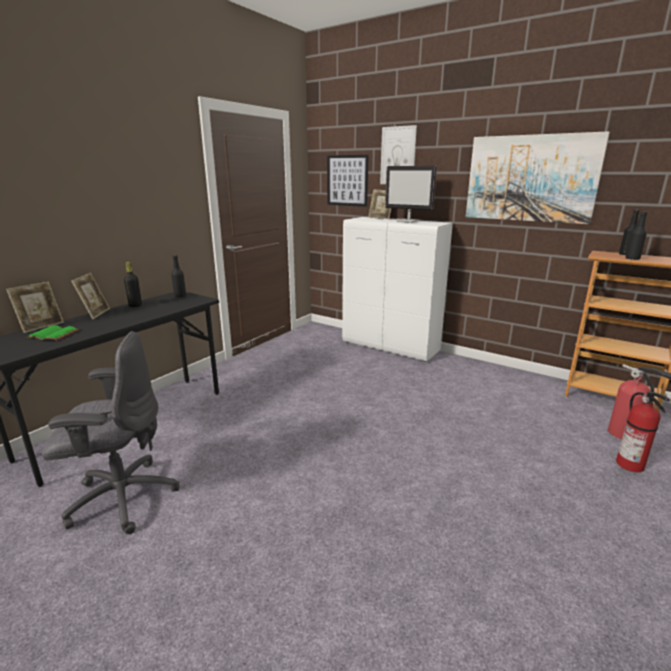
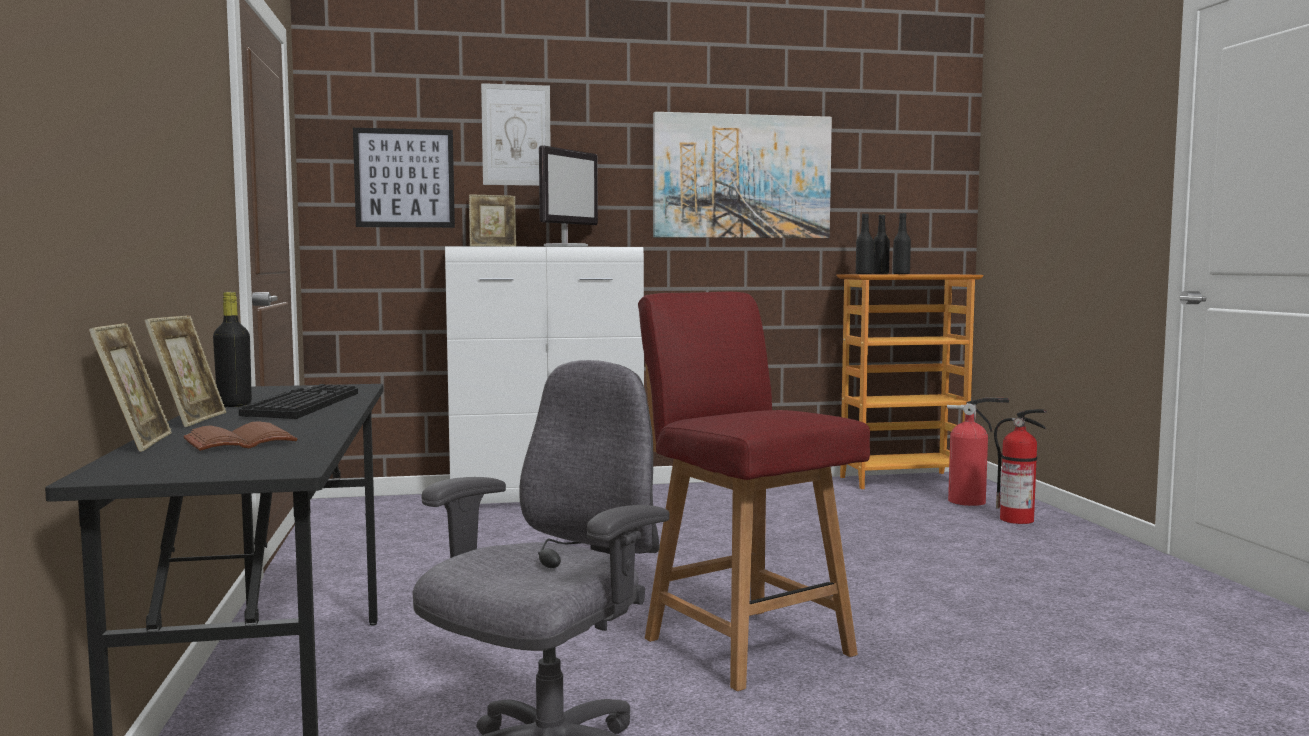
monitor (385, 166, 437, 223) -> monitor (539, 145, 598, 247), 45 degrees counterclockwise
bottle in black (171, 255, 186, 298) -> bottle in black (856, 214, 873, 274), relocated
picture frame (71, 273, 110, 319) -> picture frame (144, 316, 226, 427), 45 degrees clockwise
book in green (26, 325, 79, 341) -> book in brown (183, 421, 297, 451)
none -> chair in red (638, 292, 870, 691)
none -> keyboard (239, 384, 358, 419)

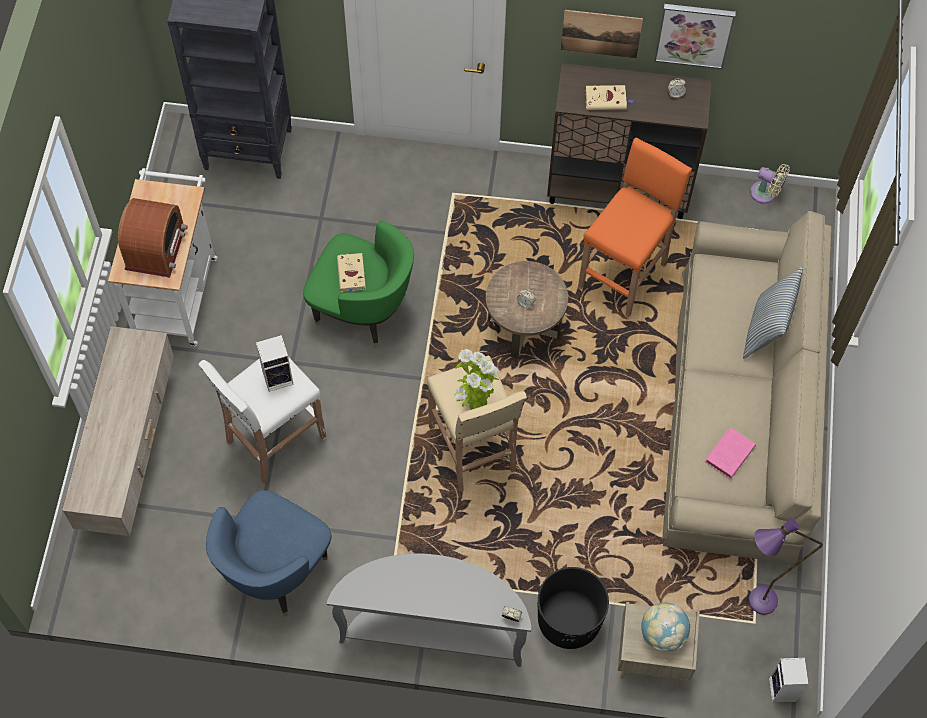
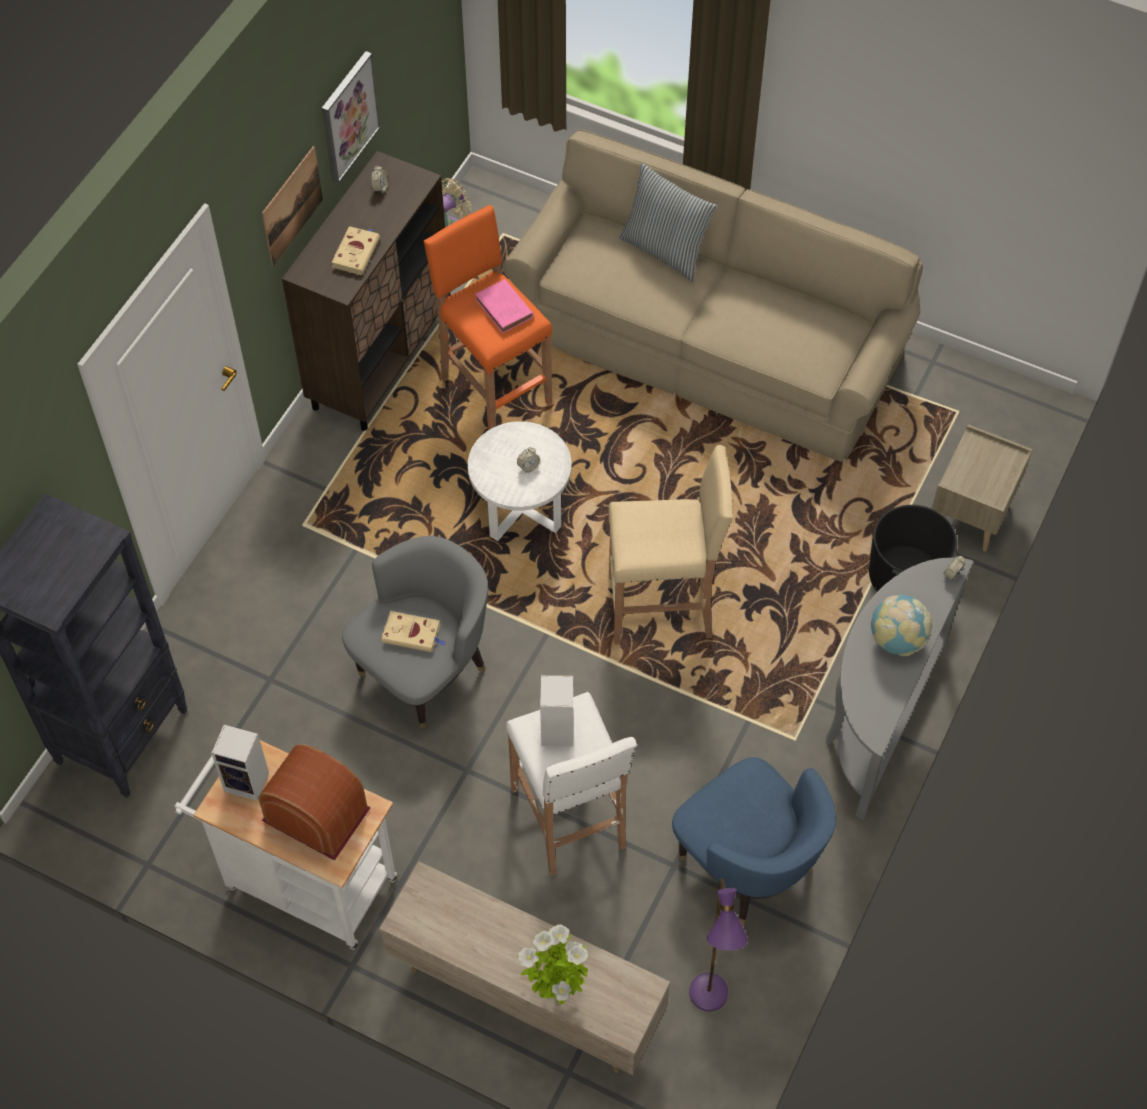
armchair in green (303, 221, 414, 348) -> armchair in grey (342, 536, 488, 728)
side table in brown (486, 261, 568, 359) -> side table in white (468, 421, 571, 541)
potted plant (455, 349, 499, 410) -> potted plant (517, 925, 589, 1005), relocated
book in pink (705, 427, 756, 479) -> book in pink (475, 279, 533, 333), relocated
floor lamp in purple (749, 517, 823, 615) -> floor lamp in purple (689, 878, 748, 1011), relocated
globe (641, 603, 691, 652) -> globe (870, 595, 933, 656), relocated
speaker (769, 658, 808, 703) -> speaker (211, 724, 269, 801), relocated

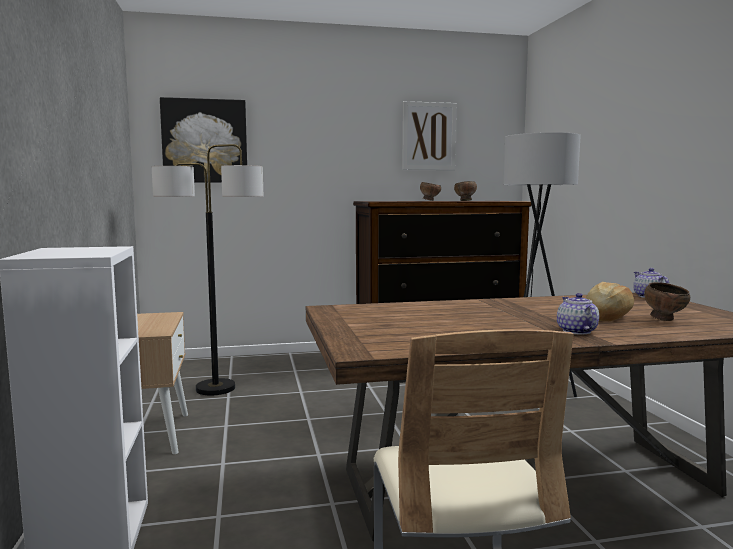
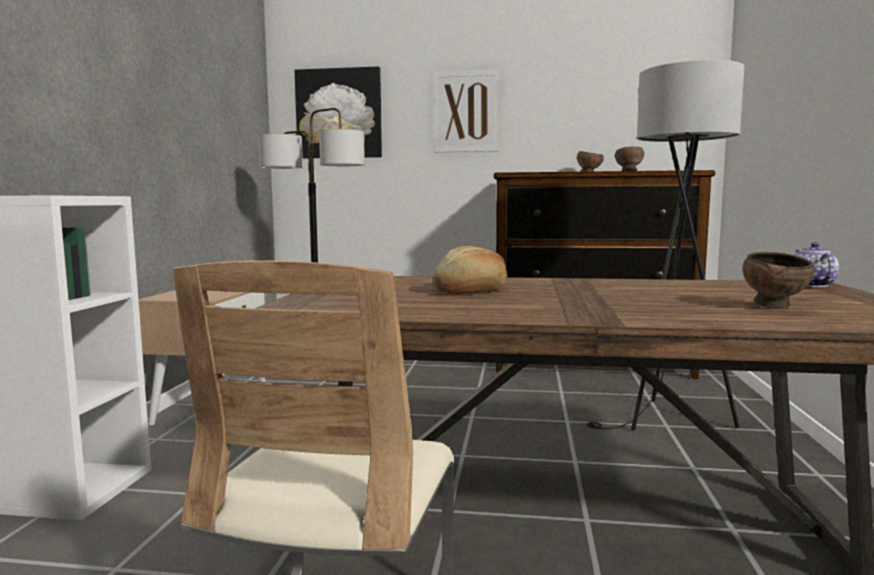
picture (402, 101, 456, 170) -> picture (434, 70, 499, 152), relocated
bread (586, 282, 634, 321) -> bread (432, 246, 507, 295), relocated
teapot (557, 293, 599, 334) -> none

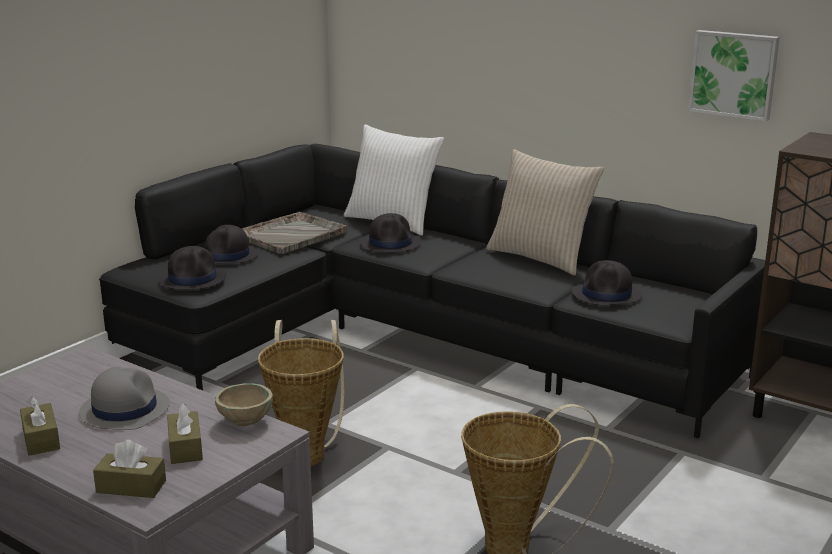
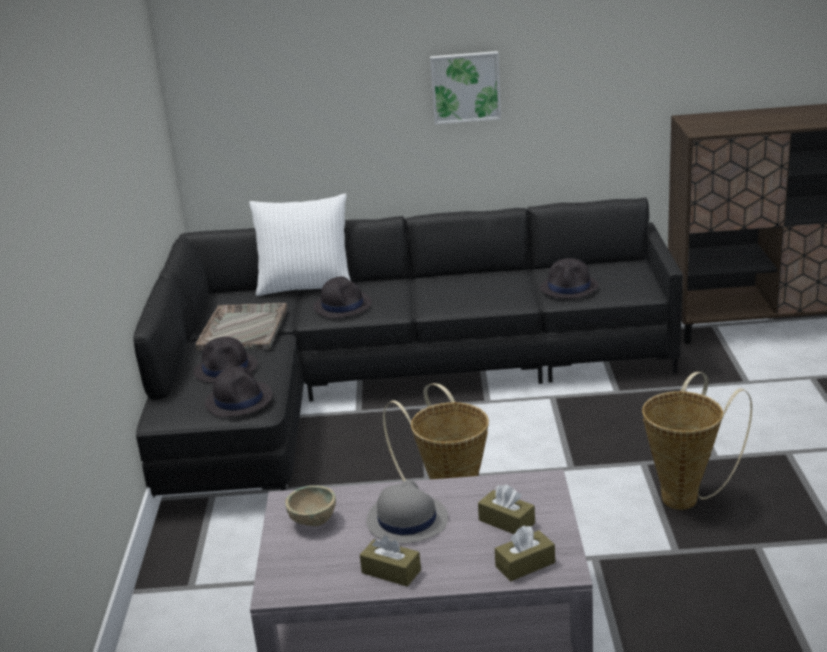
picture (688, 30, 780, 121) -> picture (430, 51, 501, 124), relocated
pillow in beige (486, 149, 604, 276) -> none
bowl in beige (215, 383, 273, 426) -> bowl in beige (285, 485, 336, 526), relocated

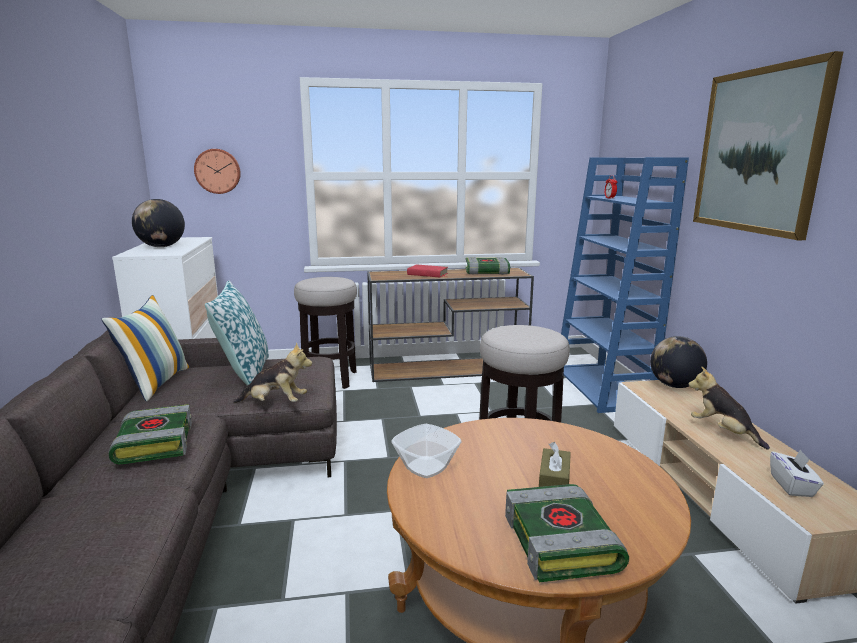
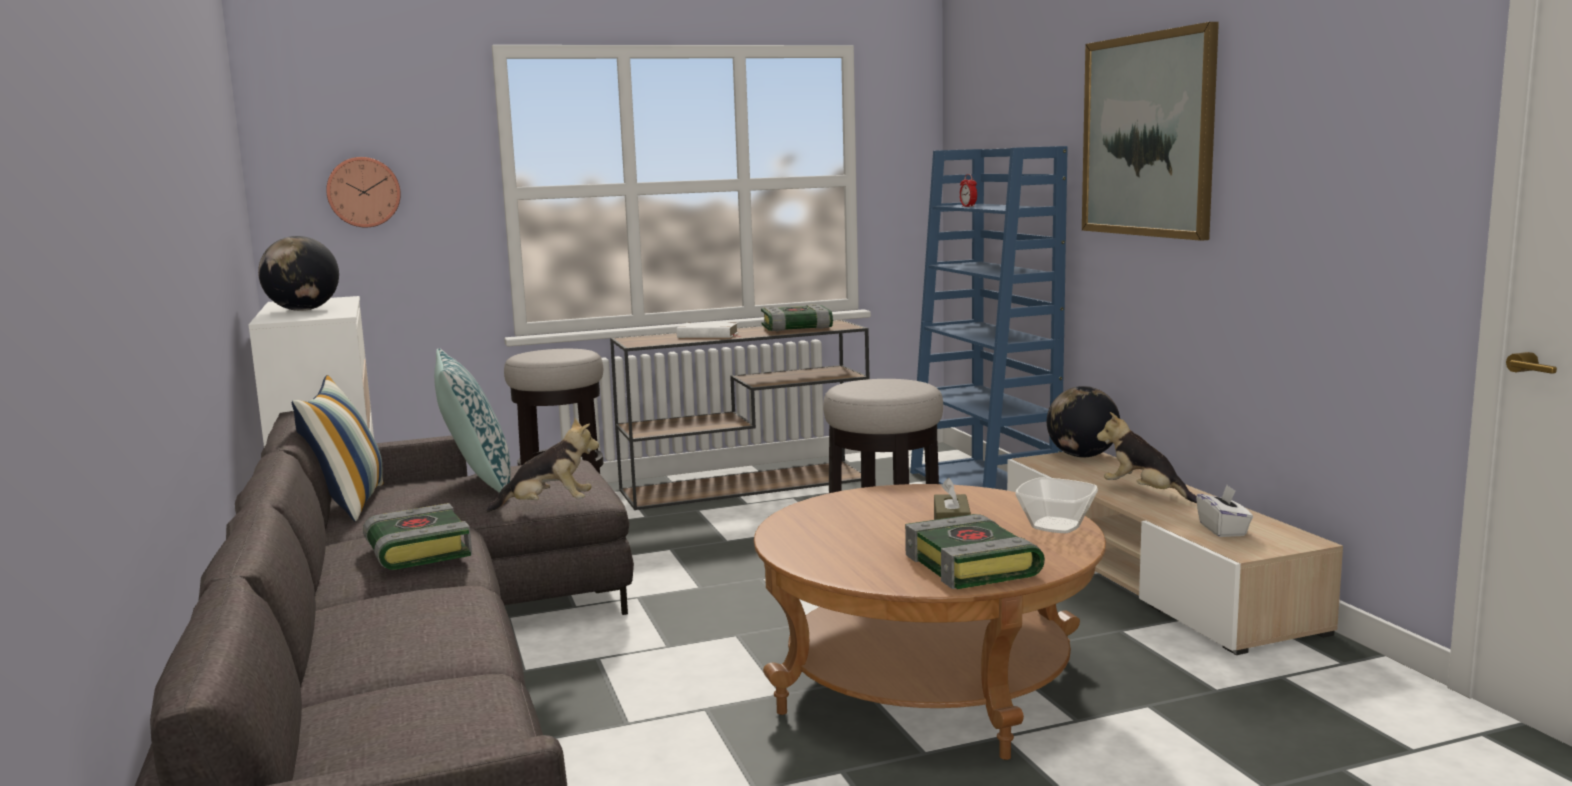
book in red (407, 264, 448, 278) -> book in white (677, 323, 742, 338)
bowl (391, 424, 461, 478) -> bowl (1015, 478, 1098, 533), relocated

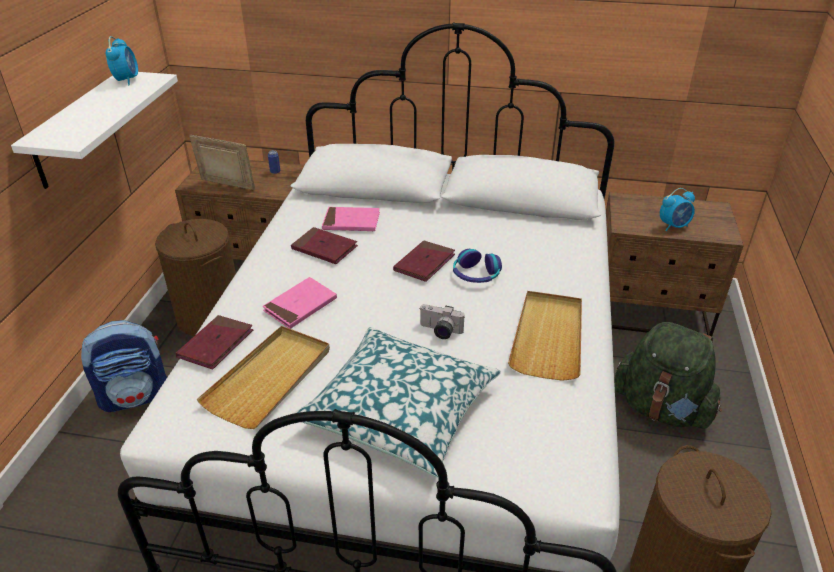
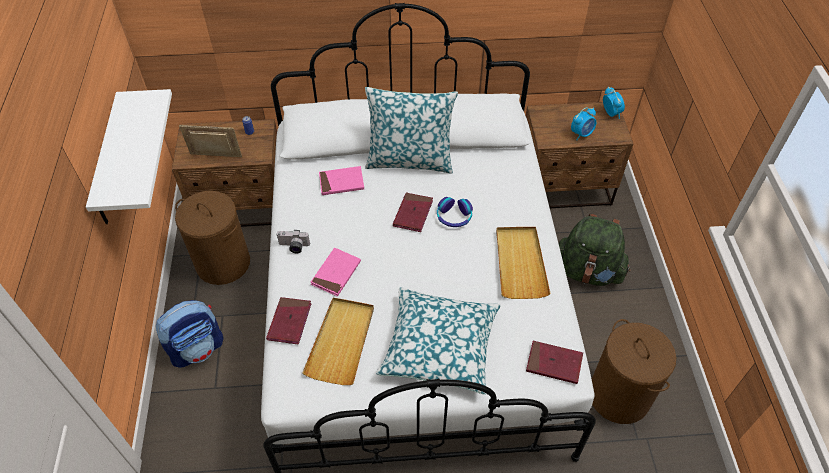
alarm clock (106, 36, 138, 85) -> alarm clock (603, 87, 625, 119), relocated
book in red (291, 227, 358, 264) -> book in red (526, 341, 583, 384), relocated
photo camera (420, 304, 465, 339) -> photo camera (277, 230, 310, 253), relocated
none -> pillow (365, 87, 458, 174)

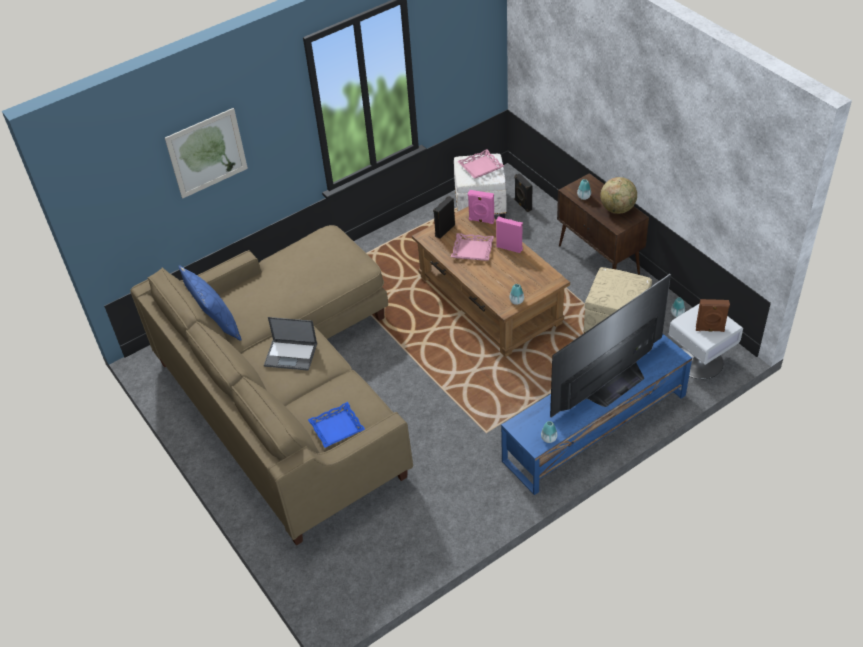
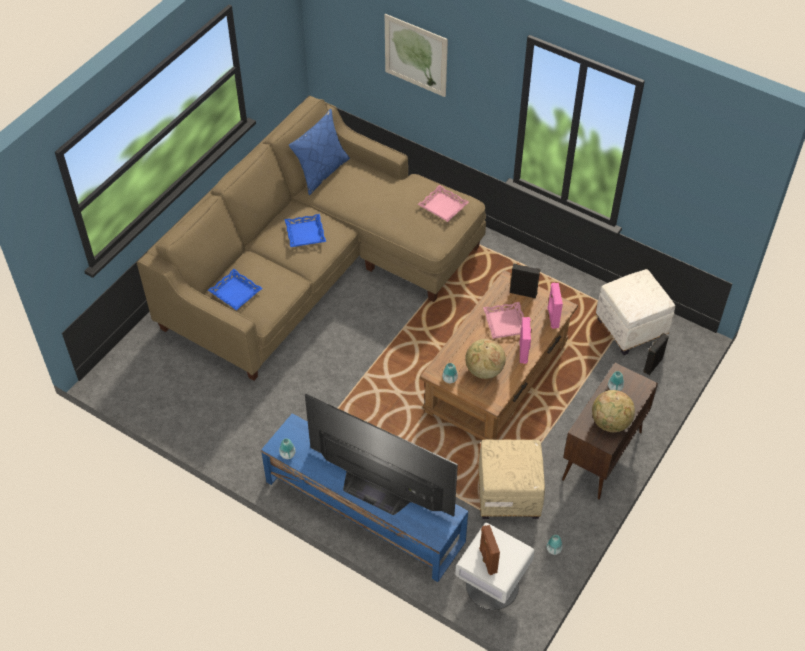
tray in pink (458, 149, 504, 179) -> tray in pink (417, 185, 469, 222), relocated
laptop (264, 317, 317, 371) -> tray in blue (285, 214, 326, 247)
none -> globe (465, 339, 506, 379)

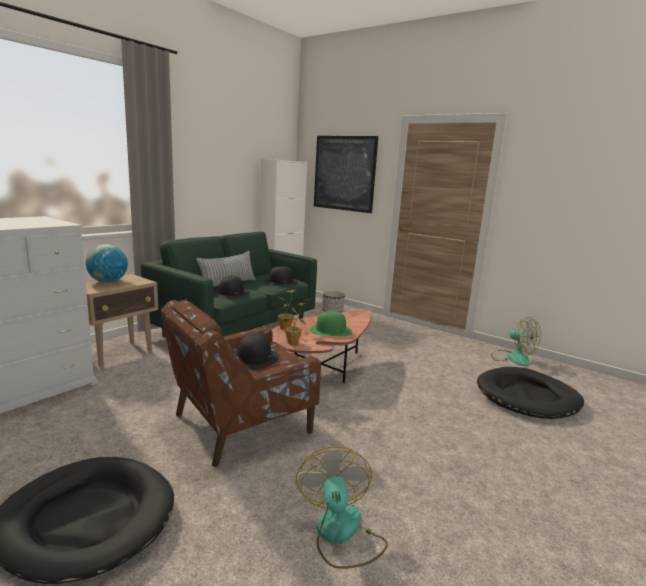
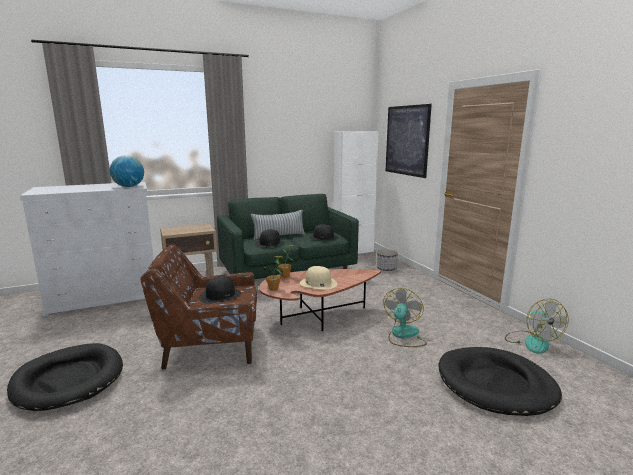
globe (86, 244, 128, 283) -> globe (110, 155, 144, 187), relocated
hat in green (310, 311, 352, 336) -> hat in beige (300, 266, 337, 289)
fan (296, 447, 388, 569) -> fan (383, 288, 427, 347), relocated

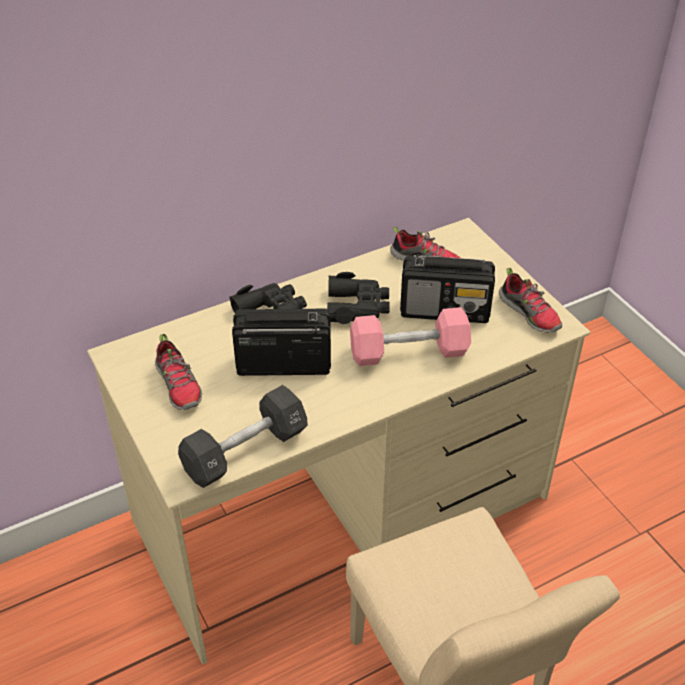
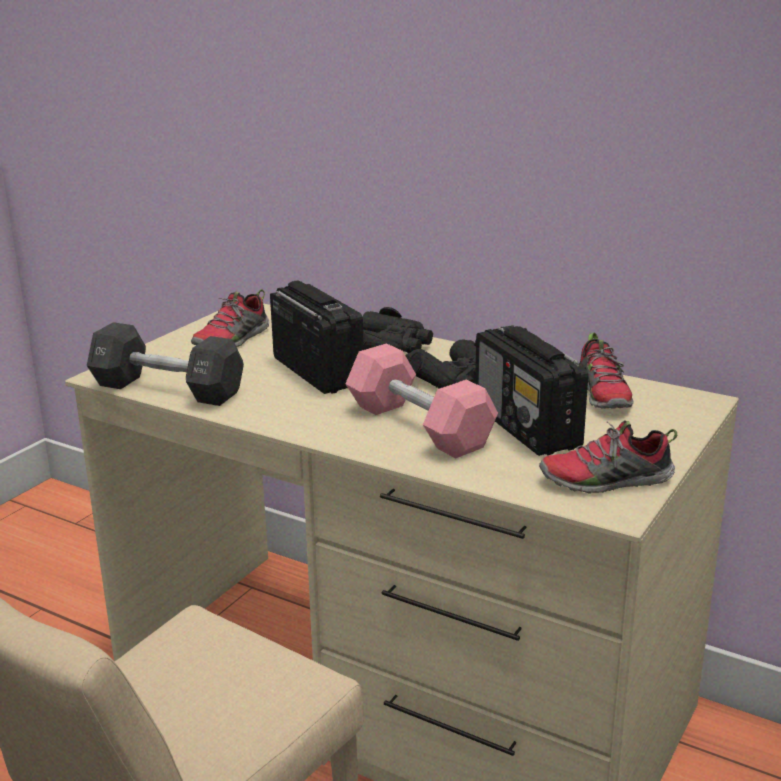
shoe (499, 268, 563, 333) -> shoe (539, 421, 677, 494), 60 degrees clockwise

